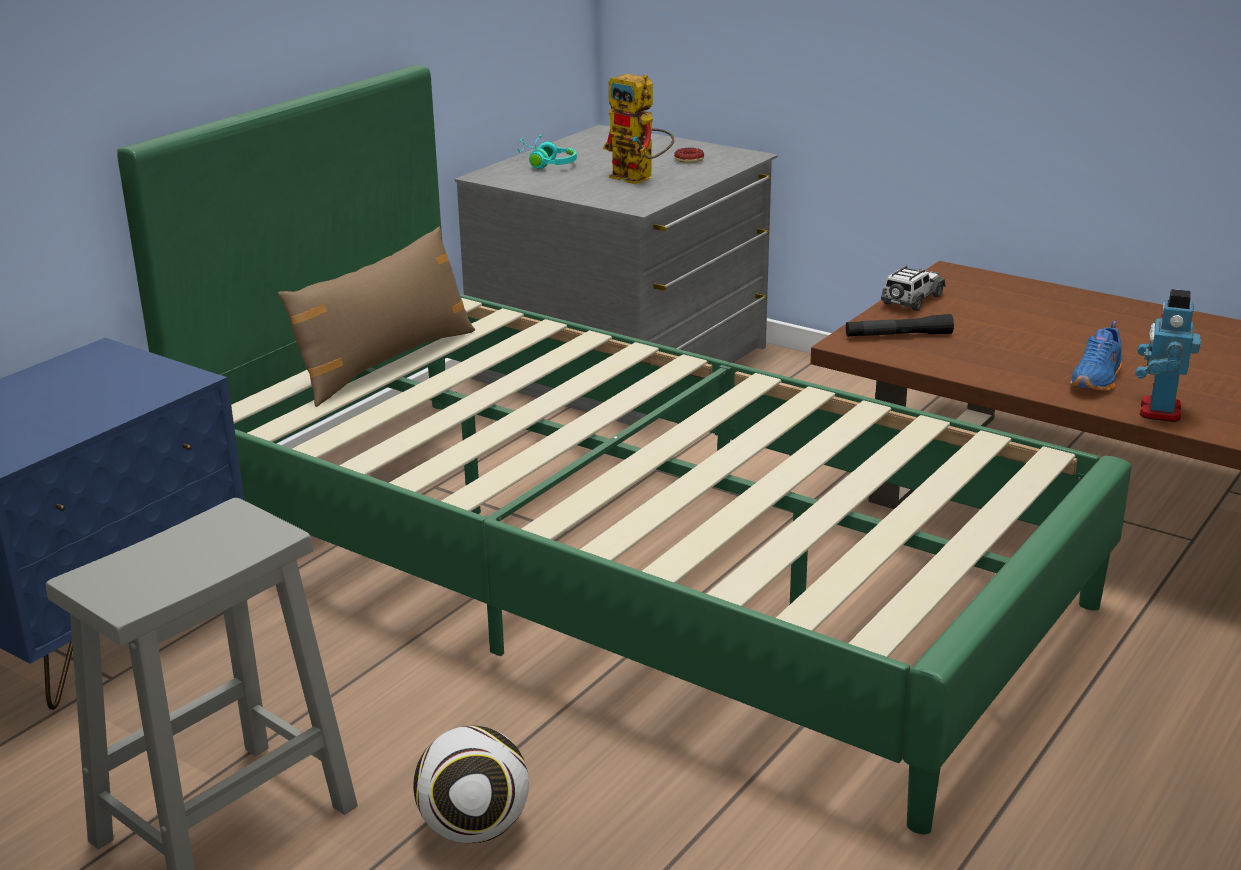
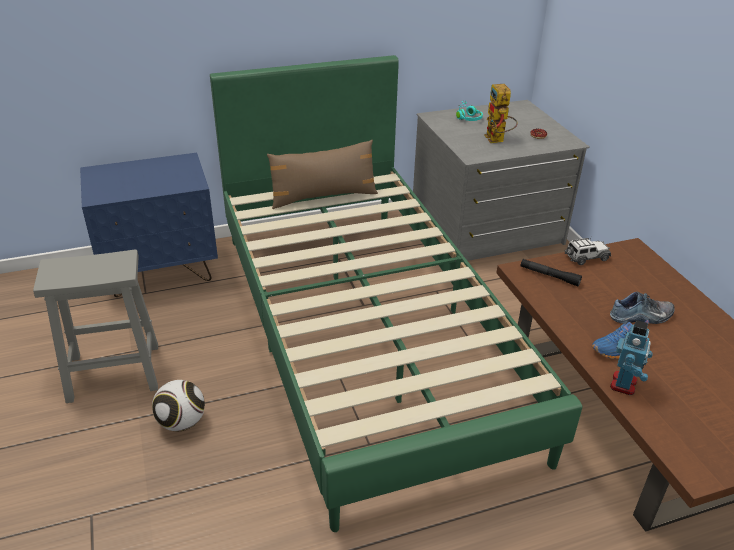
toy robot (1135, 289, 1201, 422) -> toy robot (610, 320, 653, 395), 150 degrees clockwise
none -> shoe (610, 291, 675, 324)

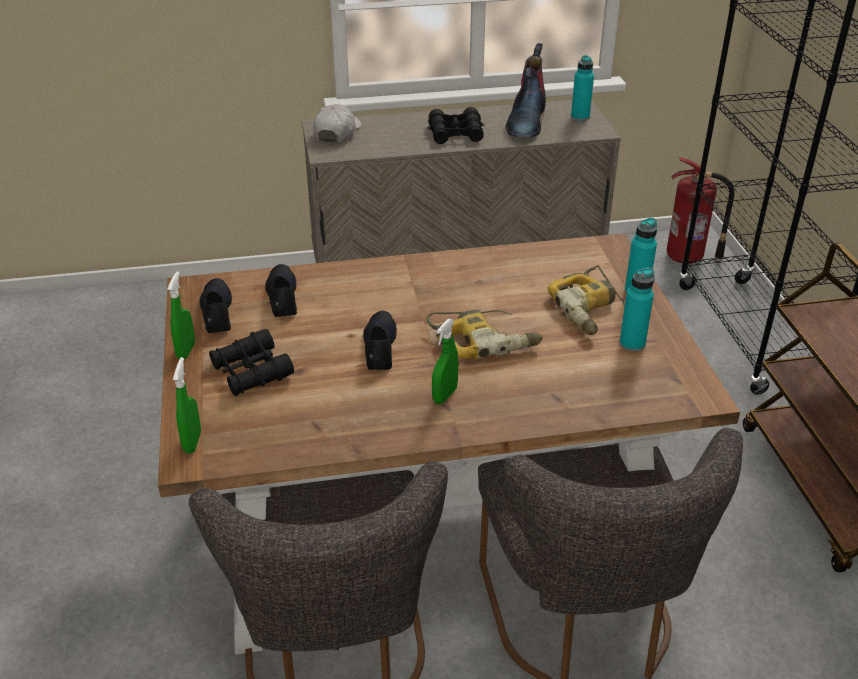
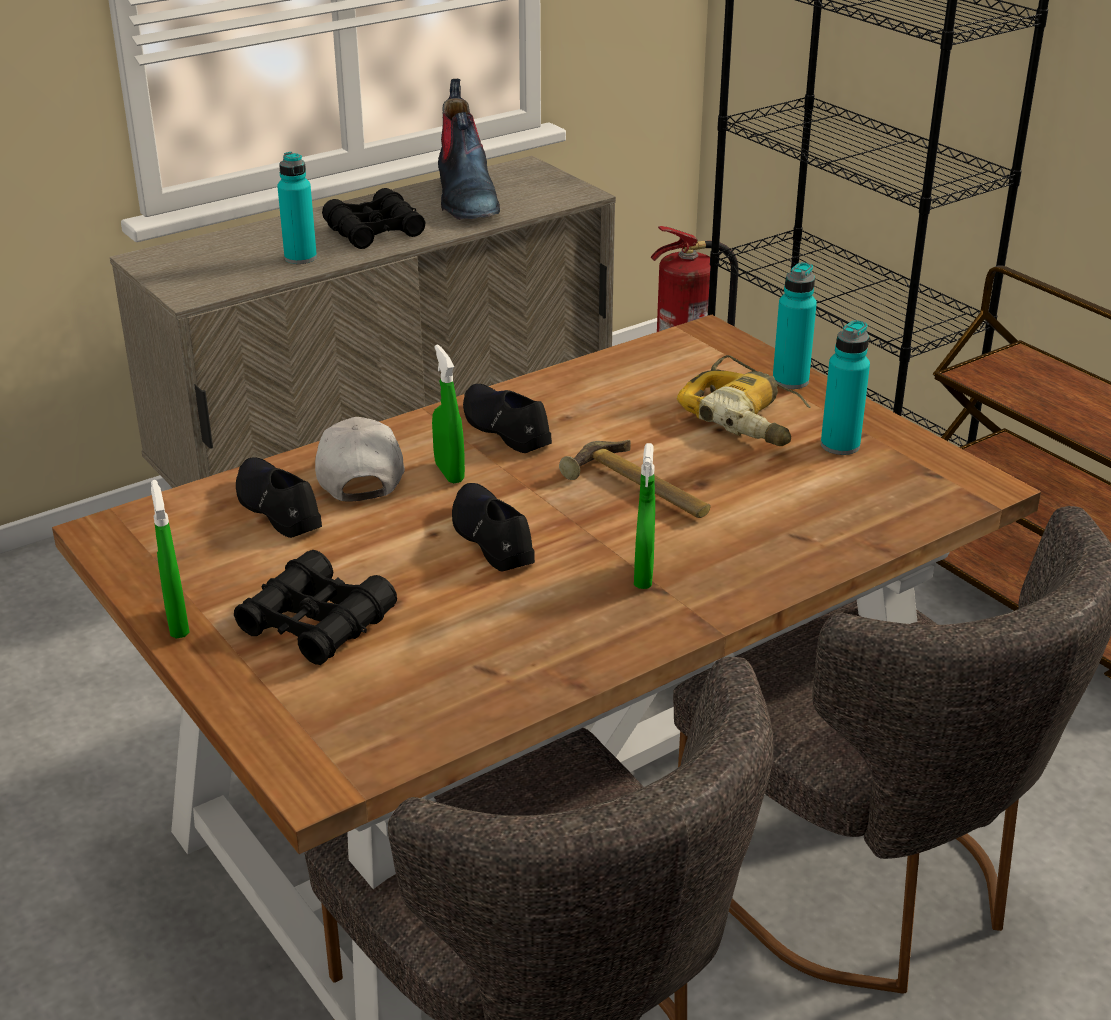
bottle in turquoise (571, 55, 594, 121) -> bottle in turquoise (277, 152, 317, 264), relocated
cap in white (313, 104, 362, 142) -> cap in white (315, 417, 405, 501), relocated
shoe in black (199, 278, 232, 333) -> shoe in black (463, 384, 552, 453), relocated
power drill (426, 309, 543, 359) -> hammer (559, 440, 711, 518)
spray bottle in green (173, 357, 201, 453) -> spray bottle in green (432, 344, 465, 484), relocated

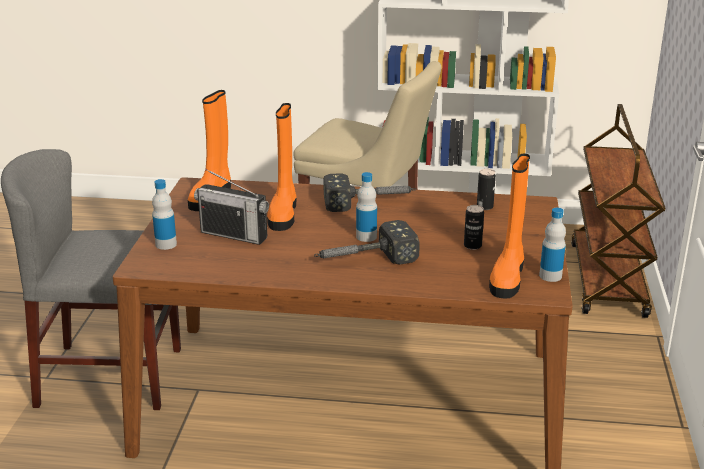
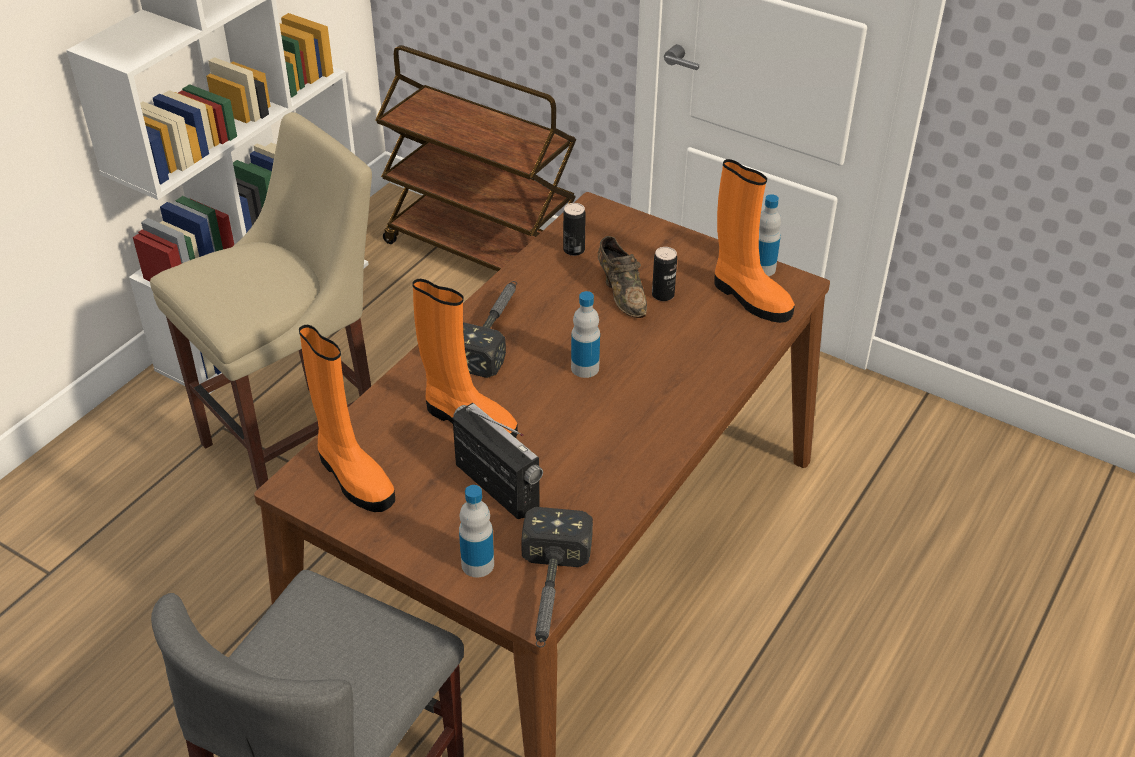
radio (194, 169, 269, 245) -> radio (452, 403, 543, 519), 90 degrees counterclockwise
hammer (314, 220, 420, 265) -> hammer (521, 507, 593, 648), relocated
none -> shoe in brown (598, 236, 647, 318)

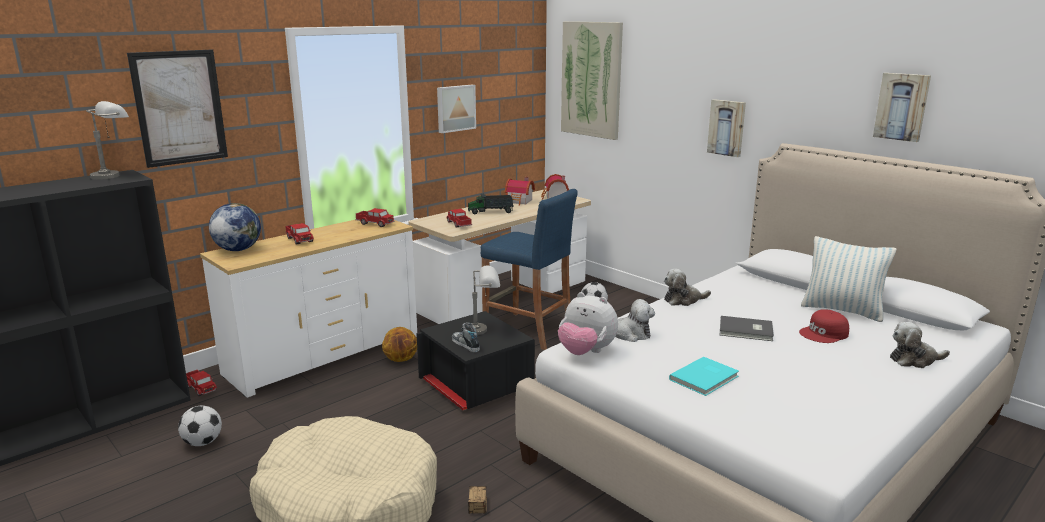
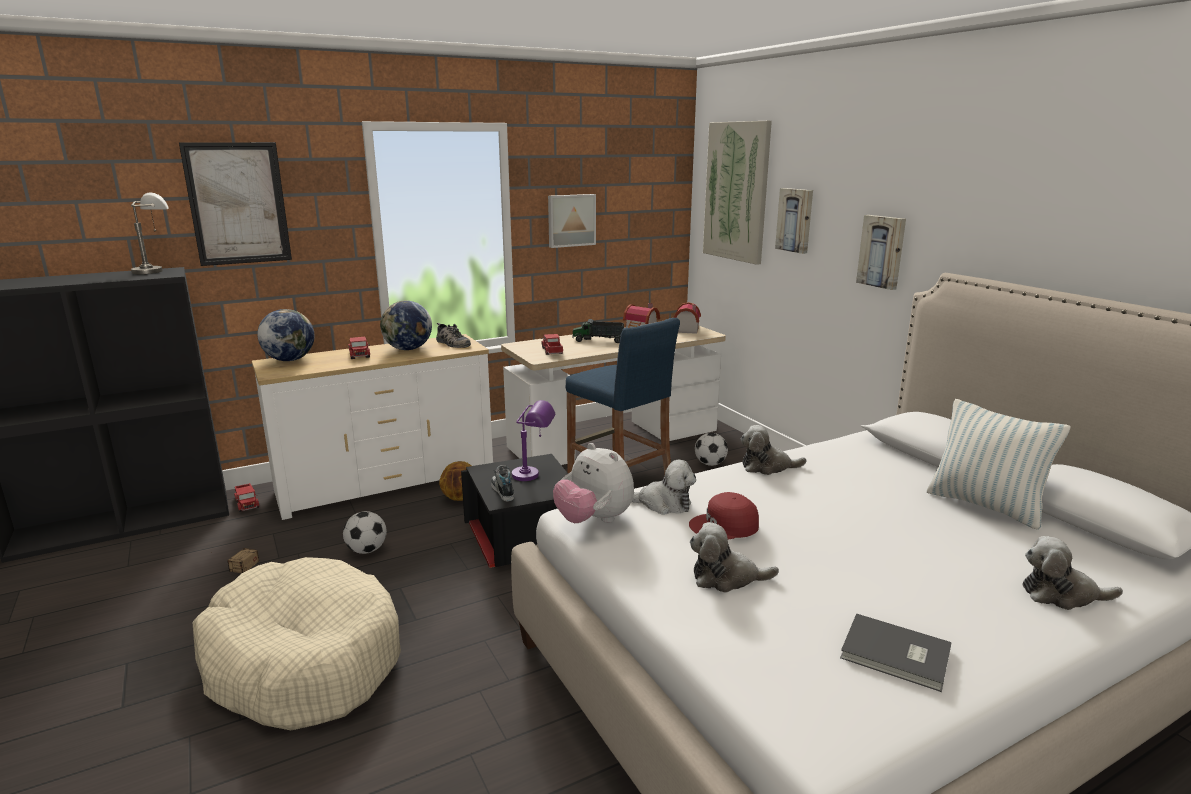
picture (873, 73, 931, 142) -> picture (775, 188, 813, 254), relocated
toy truck (355, 208, 394, 227) -> shoe (436, 323, 471, 348)
table lamp in grey (472, 265, 500, 335) -> table lamp in purple (512, 400, 555, 481)
cap in red (799, 309, 849, 343) -> cap in red (689, 492, 759, 539), relocated
book in grey (720, 316, 774, 341) -> book in grey (840, 613, 952, 692), relocated
book in turquoise (669, 357, 739, 396) -> plush toy (690, 522, 779, 593)
football (178, 405, 222, 446) -> football (343, 511, 387, 554), relocated
storage box (468, 486, 487, 514) -> storage box (211, 548, 259, 573), relocated
none -> globe (380, 300, 432, 350)

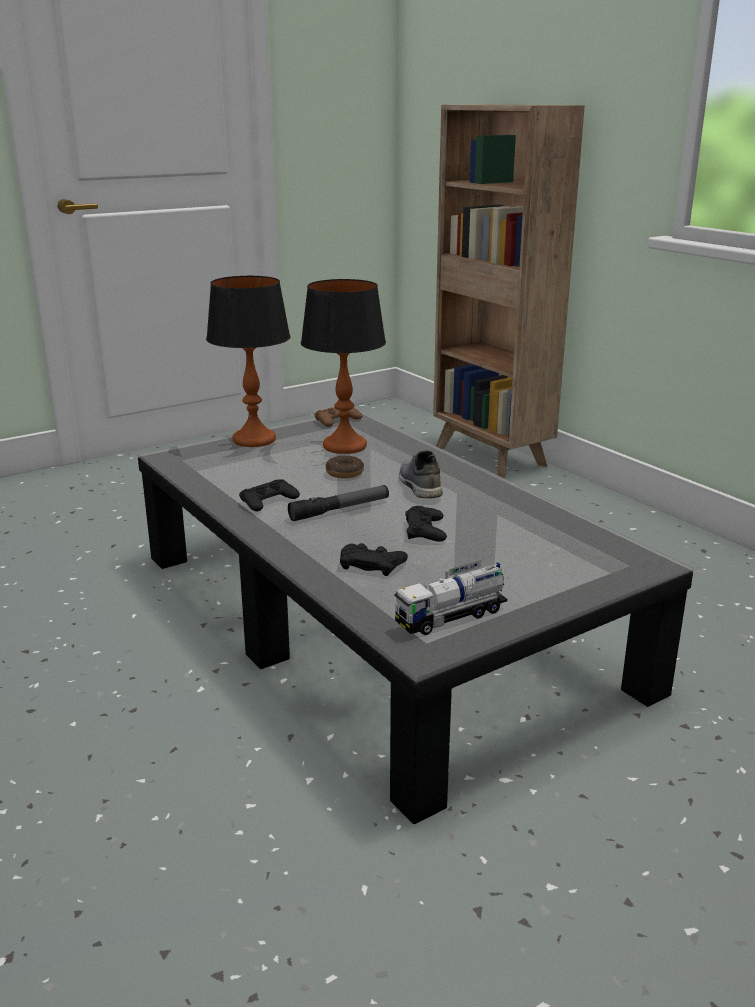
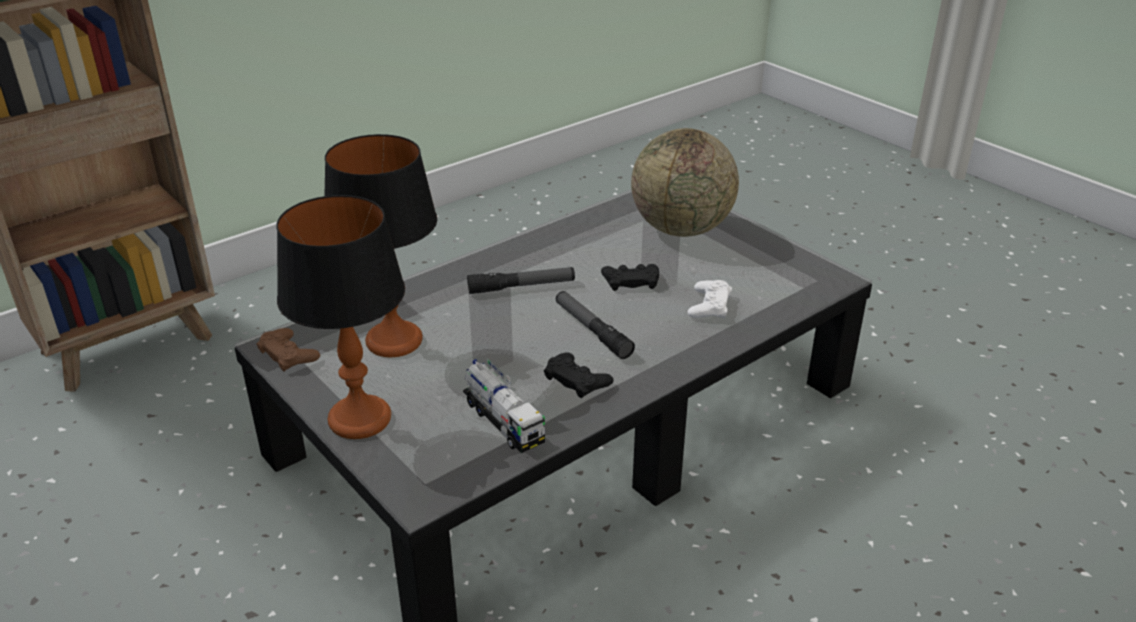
shoe in grey (399, 450, 443, 498) -> flashlight (467, 267, 575, 294)
donut (326, 456, 364, 479) -> none
game controller in black (340, 543, 408, 576) -> game controller in white (687, 280, 732, 319)
toy truck (394, 560, 508, 635) -> toy truck (463, 359, 545, 453), relocated
none -> globe (631, 128, 739, 237)

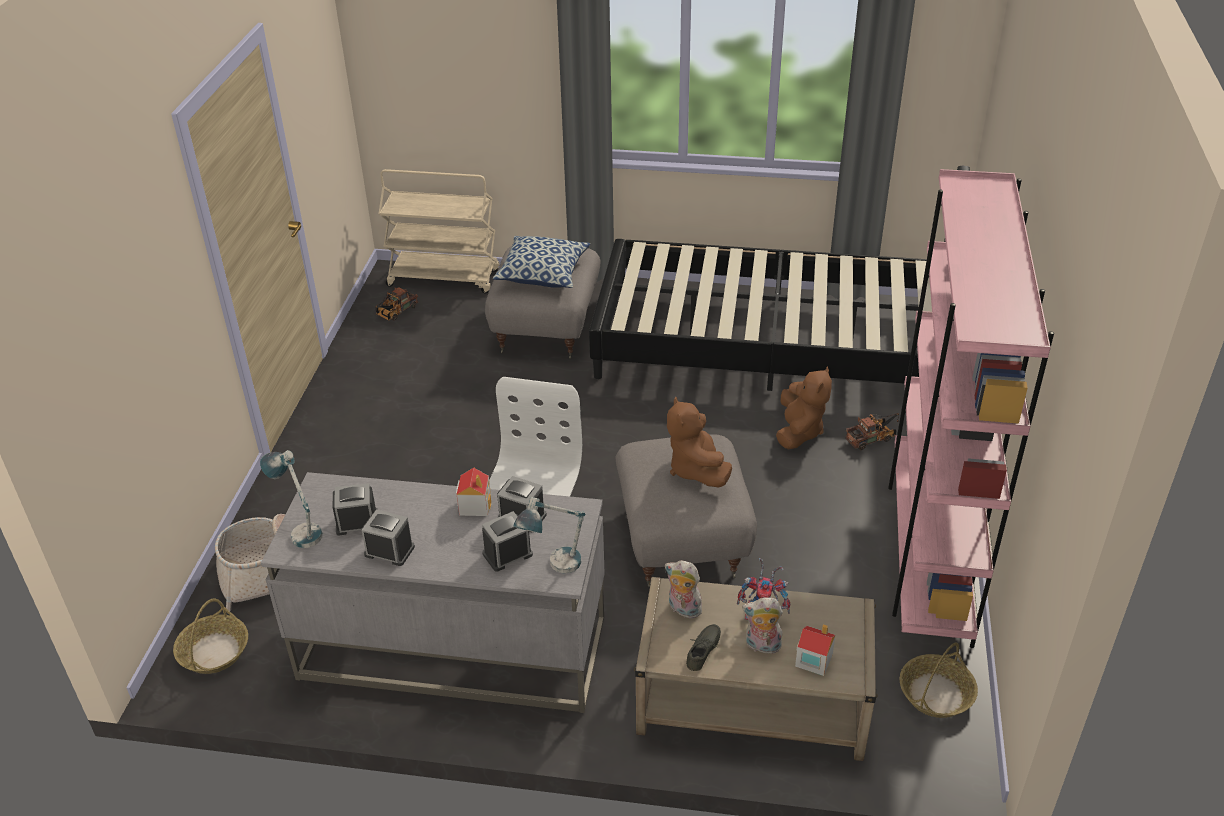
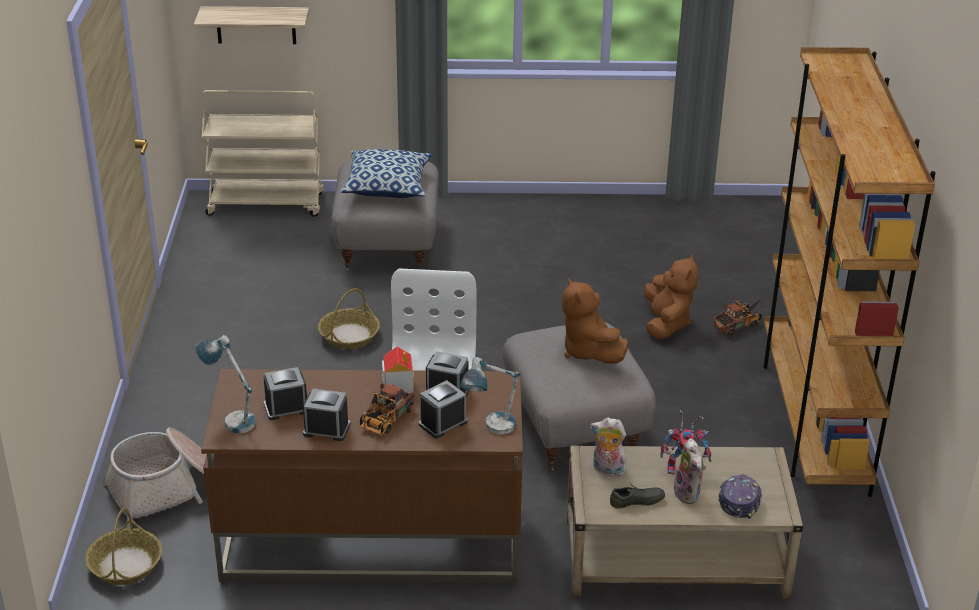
bed in black (589, 166, 970, 391) -> none
bookcase in pink (888, 169, 1054, 648) -> bookcase in brown (763, 47, 936, 497)
toy truck (375, 287, 418, 320) -> toy truck (360, 384, 415, 435), relocated
desk in grey (261, 472, 605, 713) -> desk in brown (201, 369, 523, 584)
plush toy (742, 598, 783, 654) -> plush toy (673, 438, 706, 504), 105 degrees counterclockwise
shoe in grey (686, 624, 721, 671) -> shoe in grey (610, 483, 665, 508), 60 degrees clockwise
toy house (795, 624, 836, 676) -> cap (718, 474, 762, 519)
basket (900, 642, 978, 718) -> basket (318, 288, 380, 349), relocated
none -> shelf (194, 6, 309, 44)

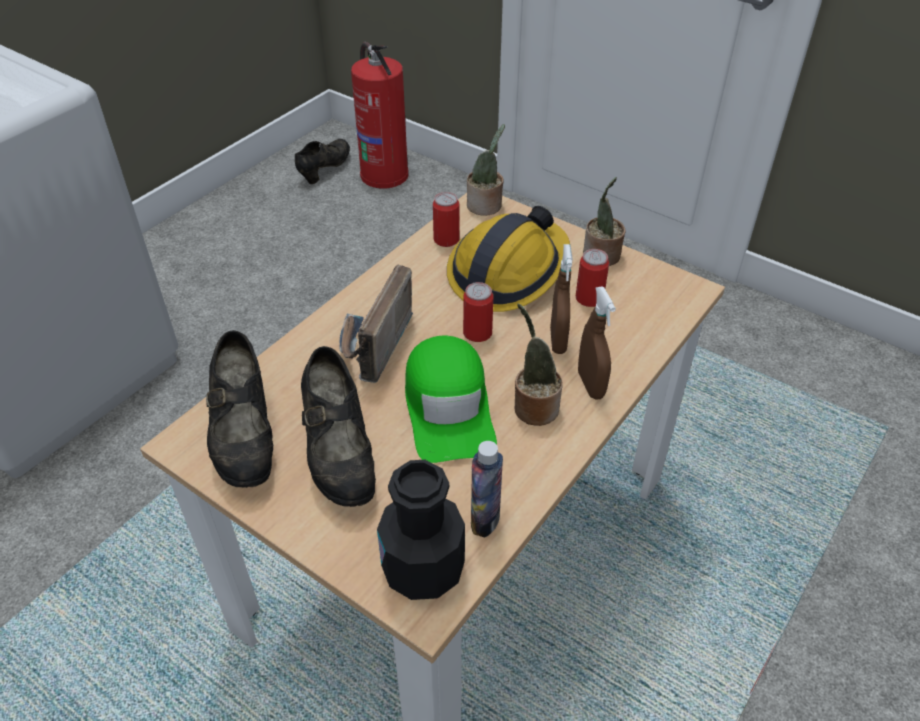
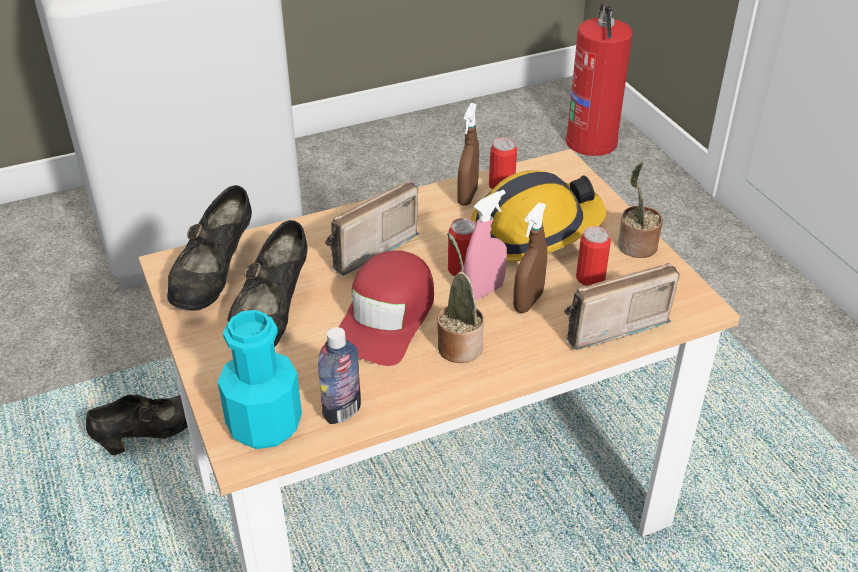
potted plant (467, 124, 505, 216) -> none
shoe in black (295, 139, 350, 184) -> shoe in black (86, 394, 188, 455), relocated
spray bottle in brown (578, 286, 616, 400) -> spray bottle in brown (457, 103, 479, 206), relocated
cap in green (405, 336, 497, 463) -> cap in red (339, 250, 434, 366)
bottle in black (377, 460, 465, 600) -> bottle in turquoise (217, 310, 302, 449)
none -> spray bottle in pink (464, 190, 507, 300)
none -> radio (564, 263, 680, 350)

